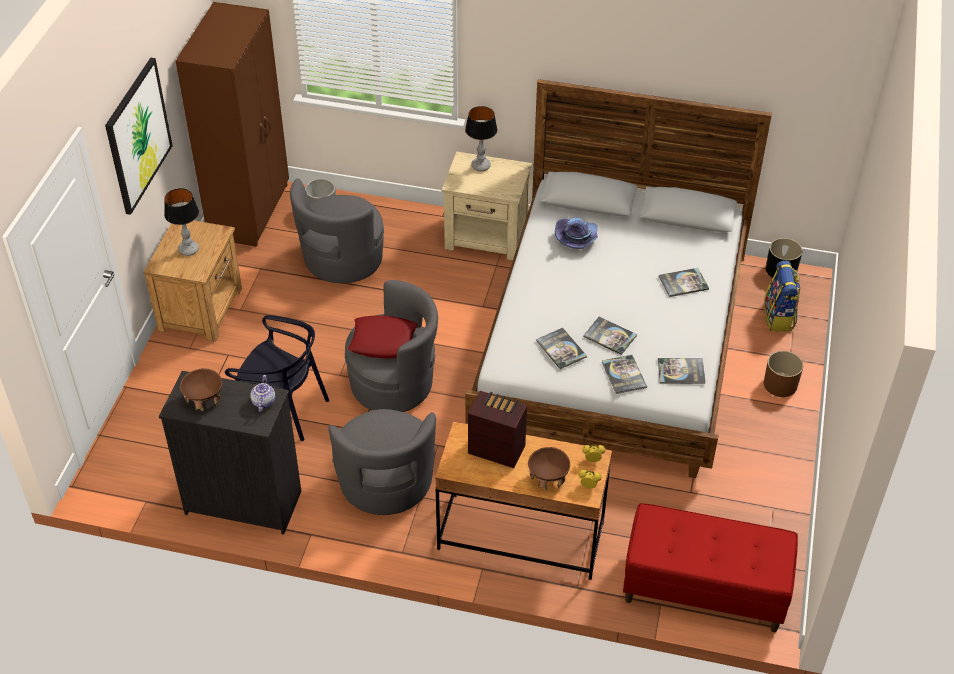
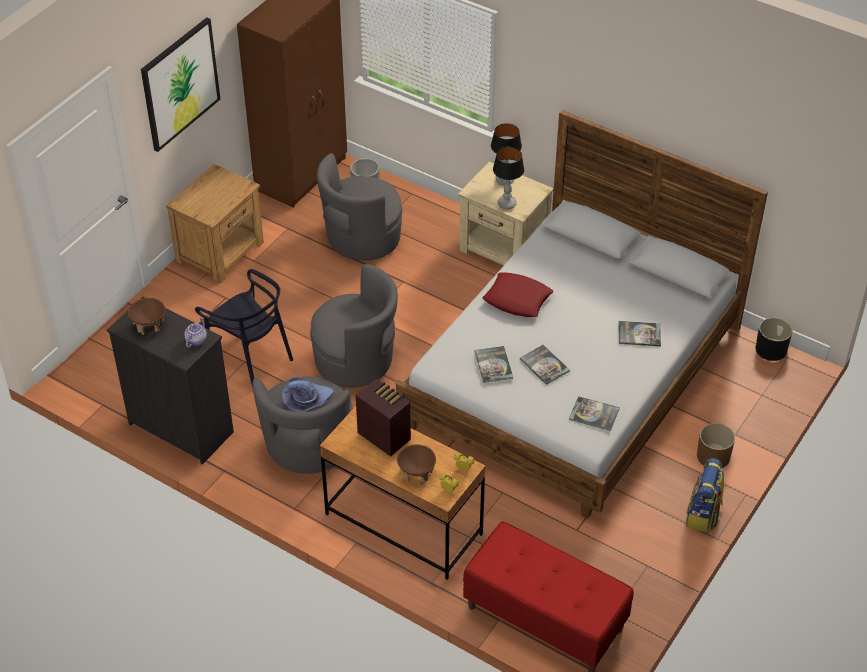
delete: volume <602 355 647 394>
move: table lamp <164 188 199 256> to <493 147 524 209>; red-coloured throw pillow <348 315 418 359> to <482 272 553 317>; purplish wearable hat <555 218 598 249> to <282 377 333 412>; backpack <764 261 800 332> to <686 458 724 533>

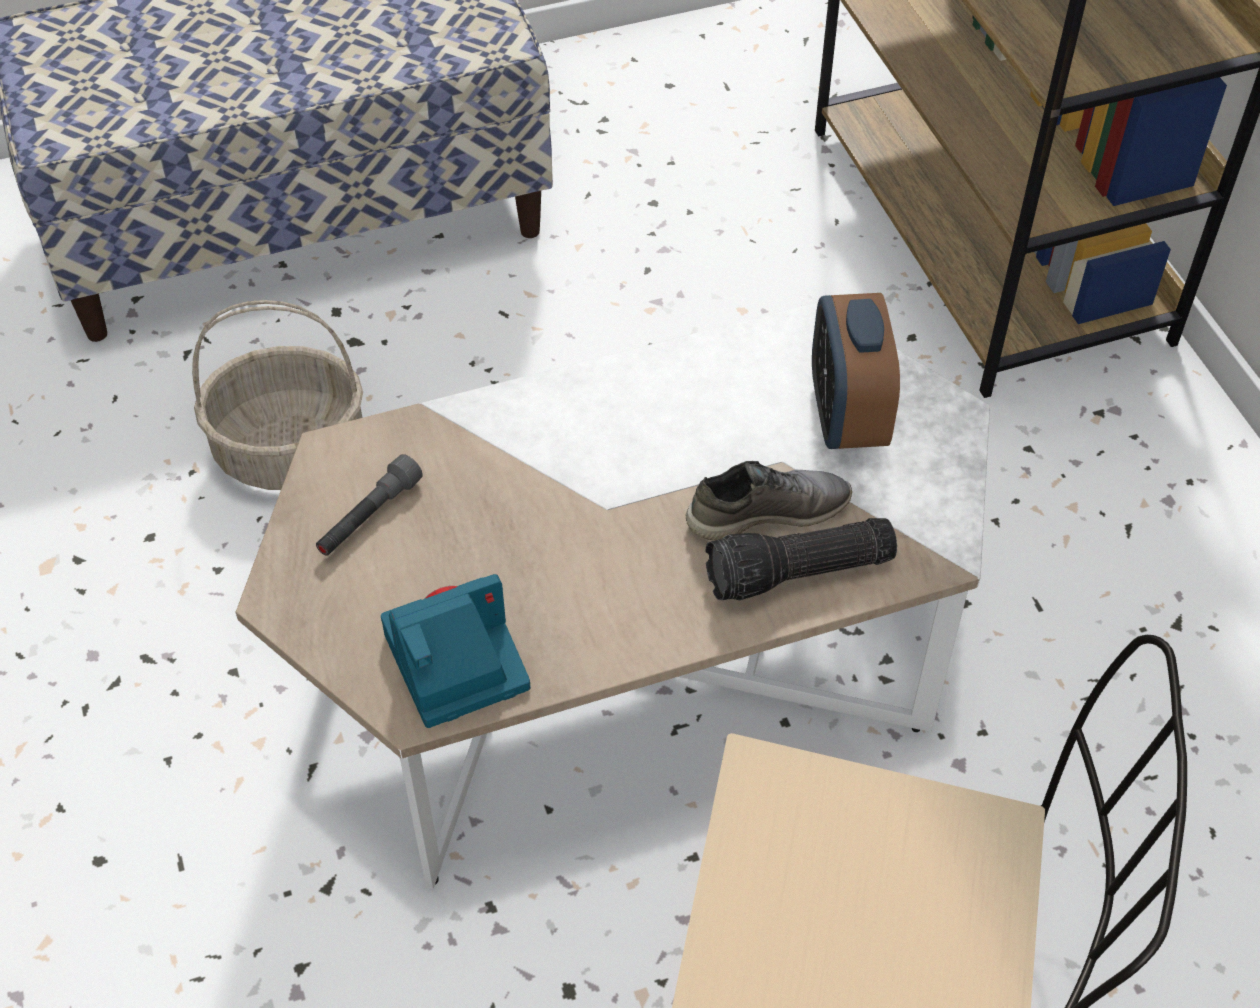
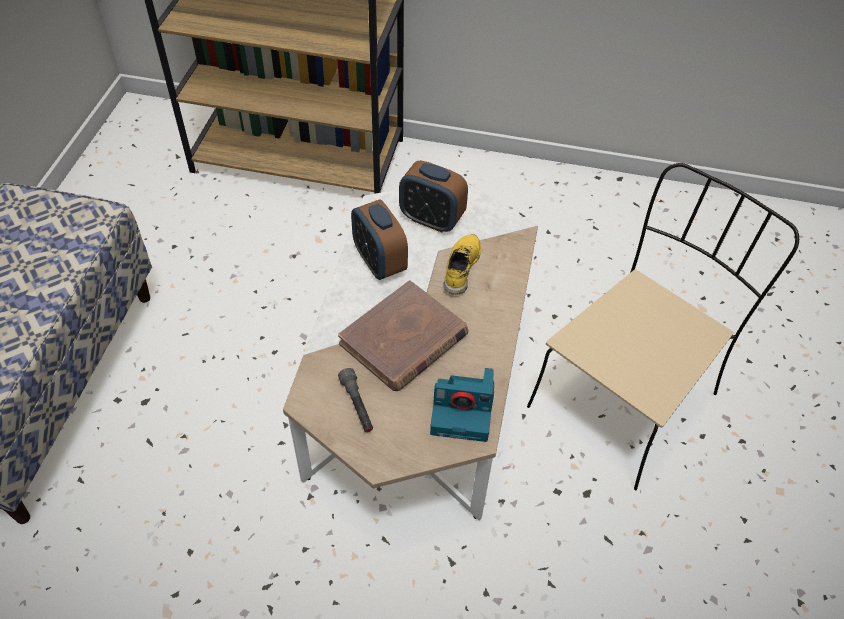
delete: household basket <192 300 363 490>; flashlight <705 518 897 601>
insert: brownish volume <338 280 468 391>; bedside clock <351 199 408 280>
recolor: gray item of footwear <686 461 852 540> to yellow item of footwear <443 234 481 295>
rotate: still camera <381 574 531 728> = <430 368 494 442> 90 degrees counterclockwise

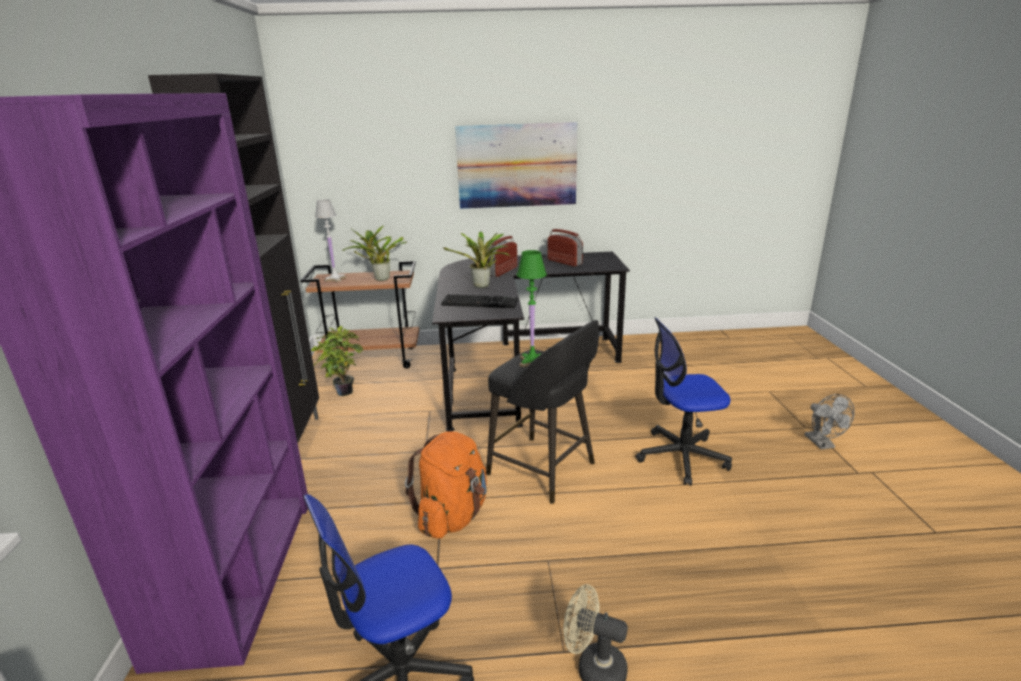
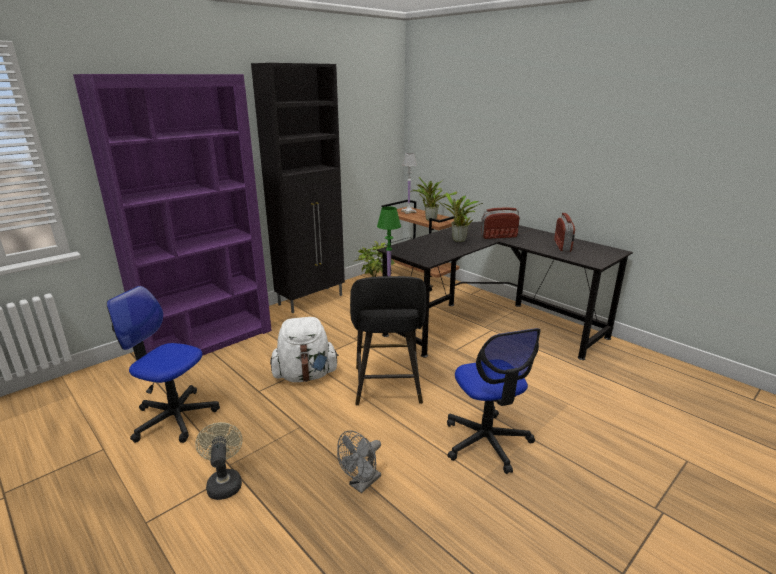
delete: PC keyboard <441 294 518 308>; wall art <455 122 577 209>
move: gray cooling fan <805 394 854 450> to <337 430 381 493>
recolor: orange-coloured backpack <405 431 487 539> to whitish backpack <270 317 339 382>
rotate: computer chair <636 317 732 486> = <447 328 541 474> 150 degrees counterclockwise

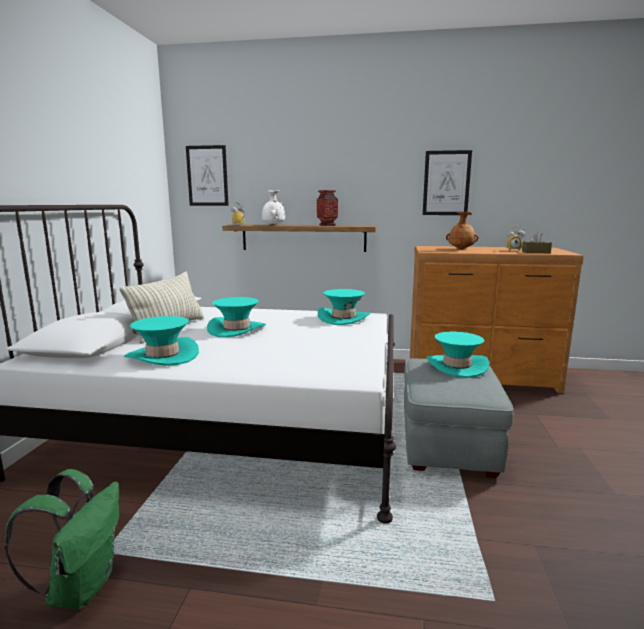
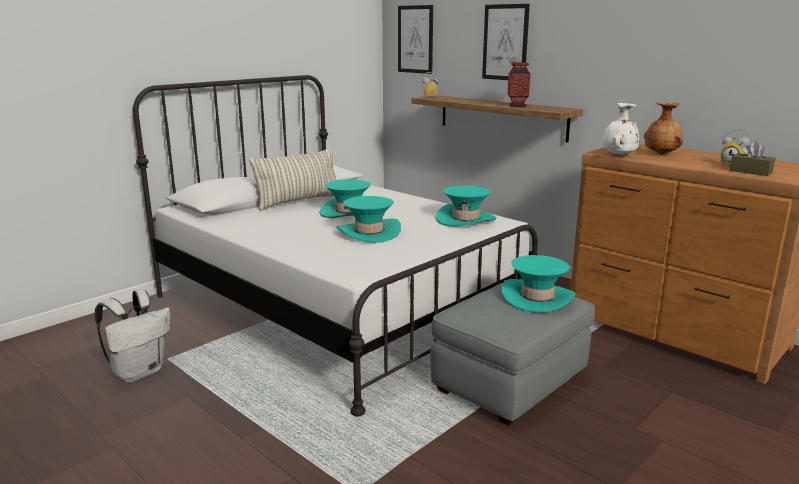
move: turquoise wearable hat <124 316 199 366> to <337 196 401 243>; whitish decorative vase <262 190 285 225> to <602 103 639 156>; wall art <423 150 472 215> to <482 4 530 80>
recolor: green-coloured backpack <5 469 119 609> to whitish backpack <95 289 170 382>

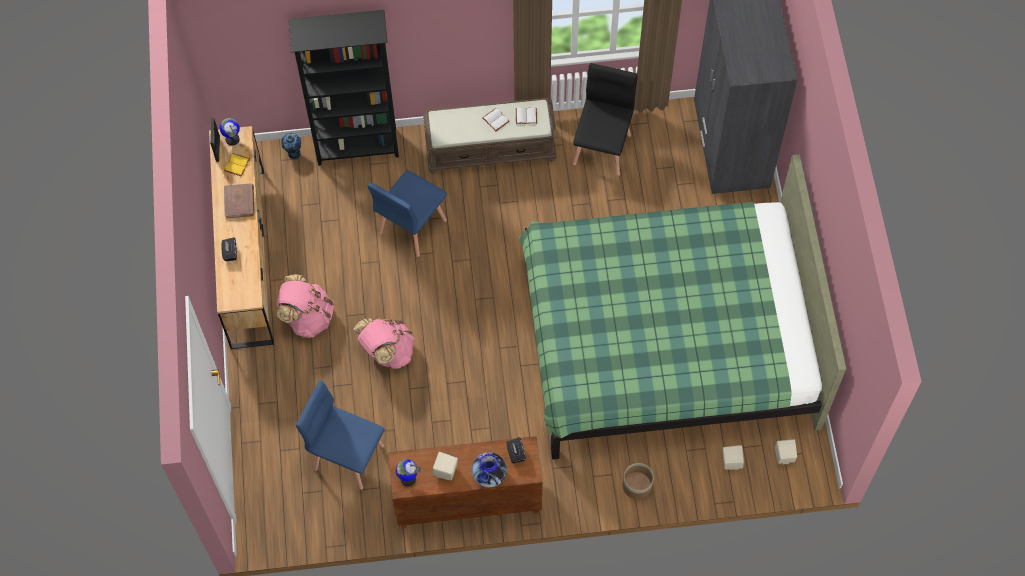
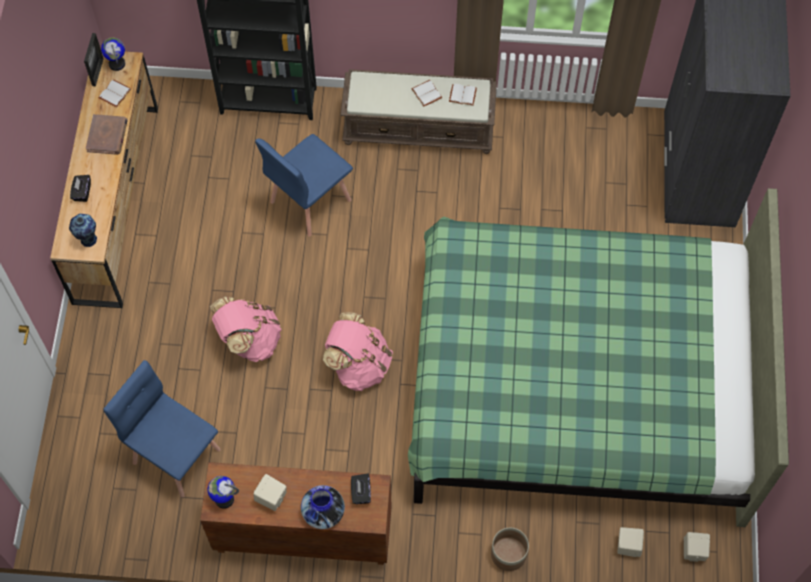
delete: black upright chair <573 63 638 175>
move: pinkish backpack <277 274 334 338> to <323 312 393 391>; decorative vase <281 133 301 159> to <69 214 97 247>
recolor: yellow volume <224 153 250 176> to whitish volume <99 80 131 107>

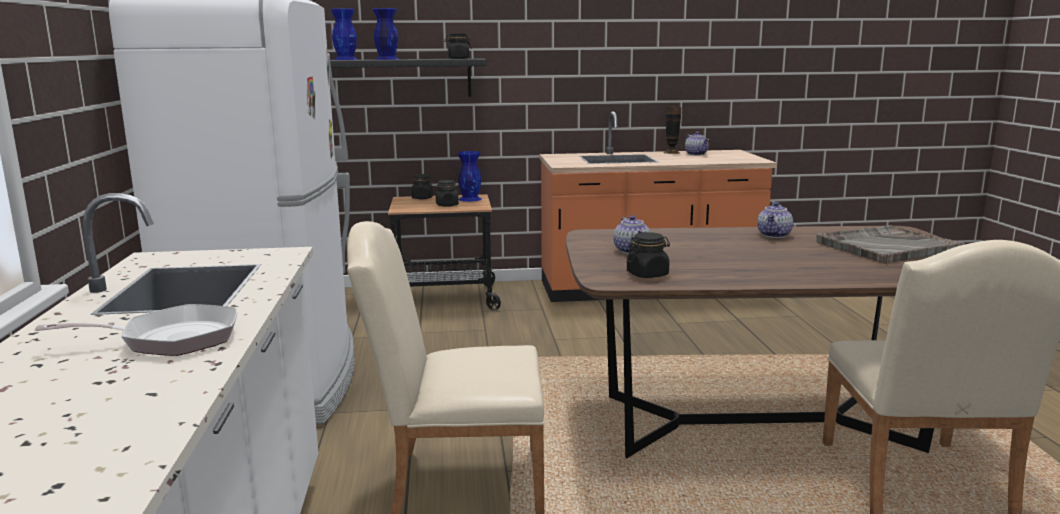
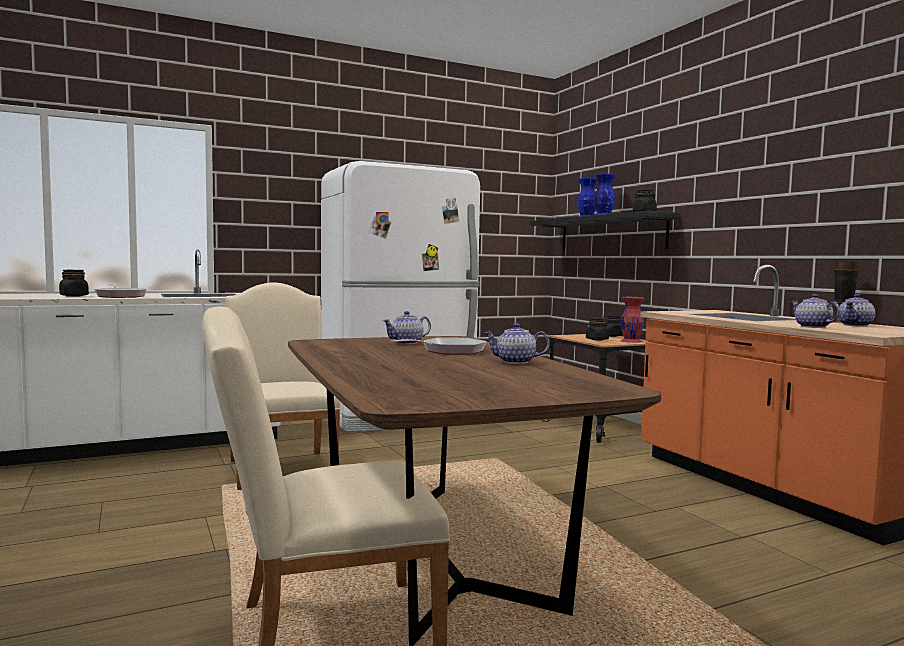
delete: gray tray <816 225 965 264>
insert: pan <391 338 487 355>; tea pot <791 294 841 328>
move: black jar <627 232 670 278> to <59 270 89 297>
recolor: bluish decorative vase <457 151 482 202> to red-coloured decorative vase <621 297 644 343>

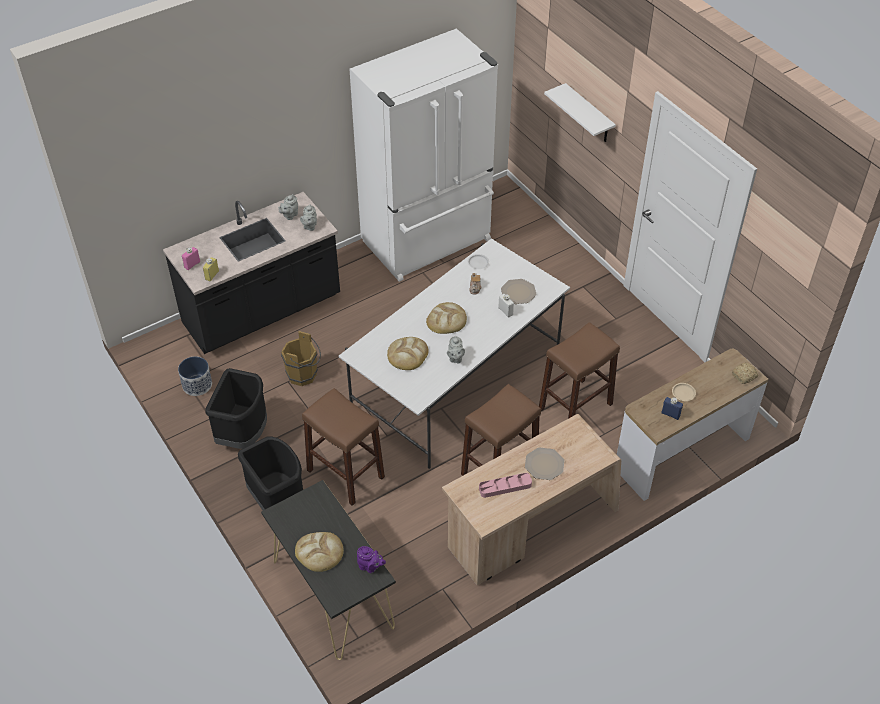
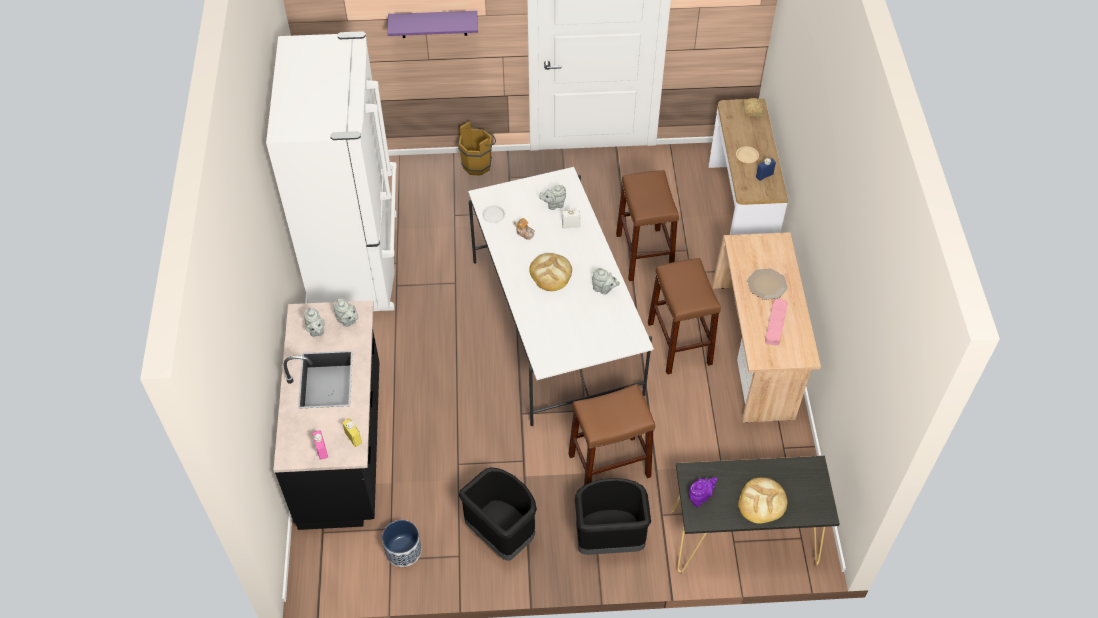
delete: baked bread <387 337 429 370>
move: brownish pail <281 331 321 386> to <458 121 496 176>; purplish tea pot <357 546 386 573> to <689 477 717 507>
replace: plate <501 279 536 304> to gray tea pot <539 185 566 210>
recolor: whitish wall shelf <544 83 616 142> to purplish wall shelf <388 11 478 38>

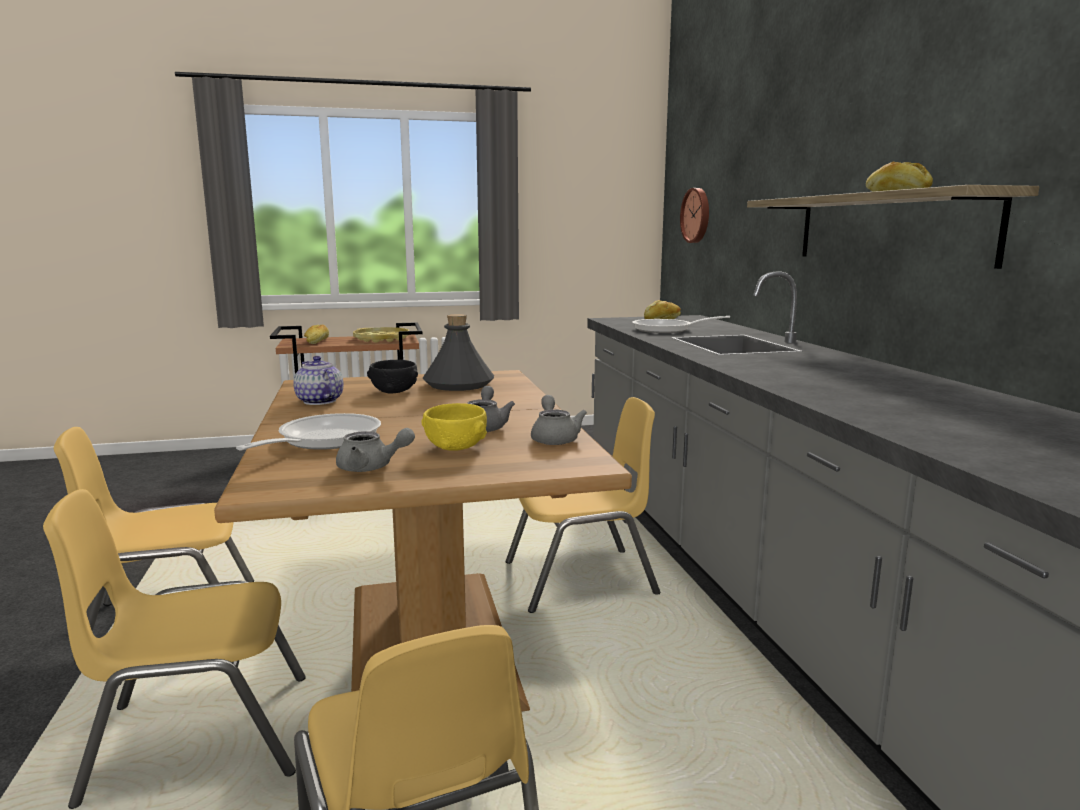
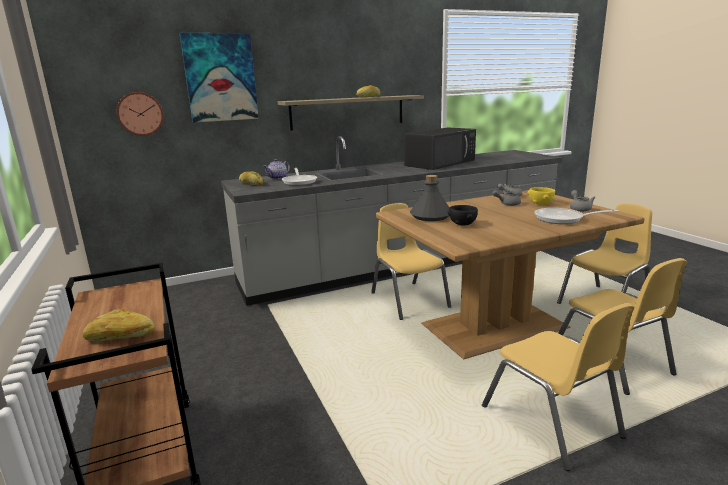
delete: yellow tray <353 327 409 343>
insert: wall art <180 33 259 123>; black microwave <404 127 476 170>
move: tea pot <293 356 343 405> to <263 159 290 179>

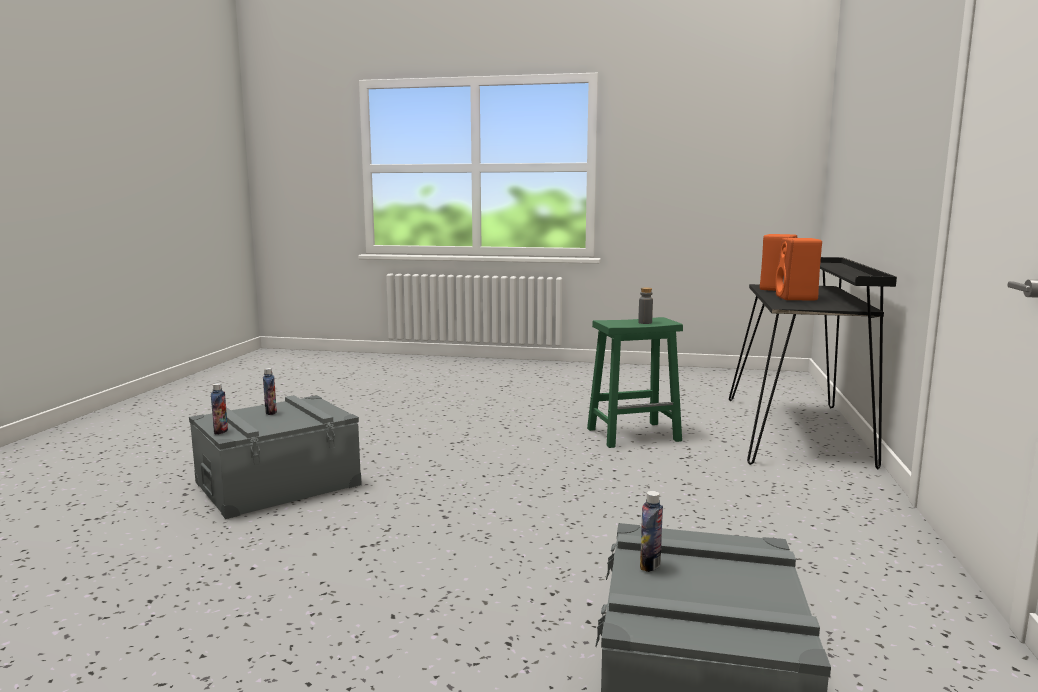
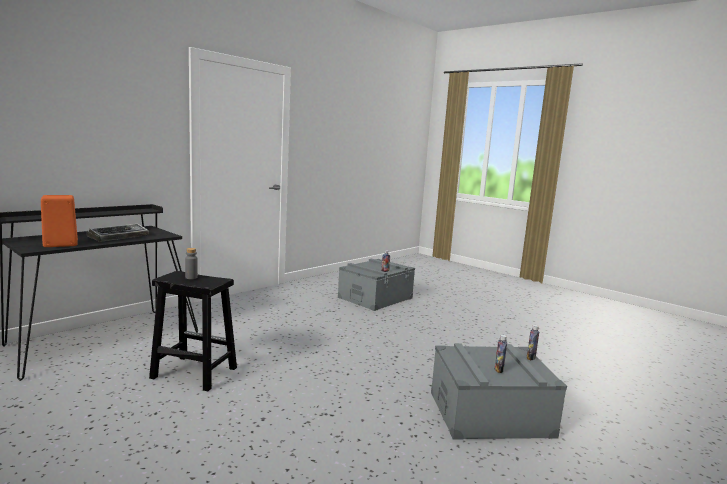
replace: orange-coloured loudspeaker <775 238 822 300> to PC keyboard <86 224 149 242>
recolor: green-coloured sitting stool <587 317 683 448> to black sitting stool <149 271 237 391>

